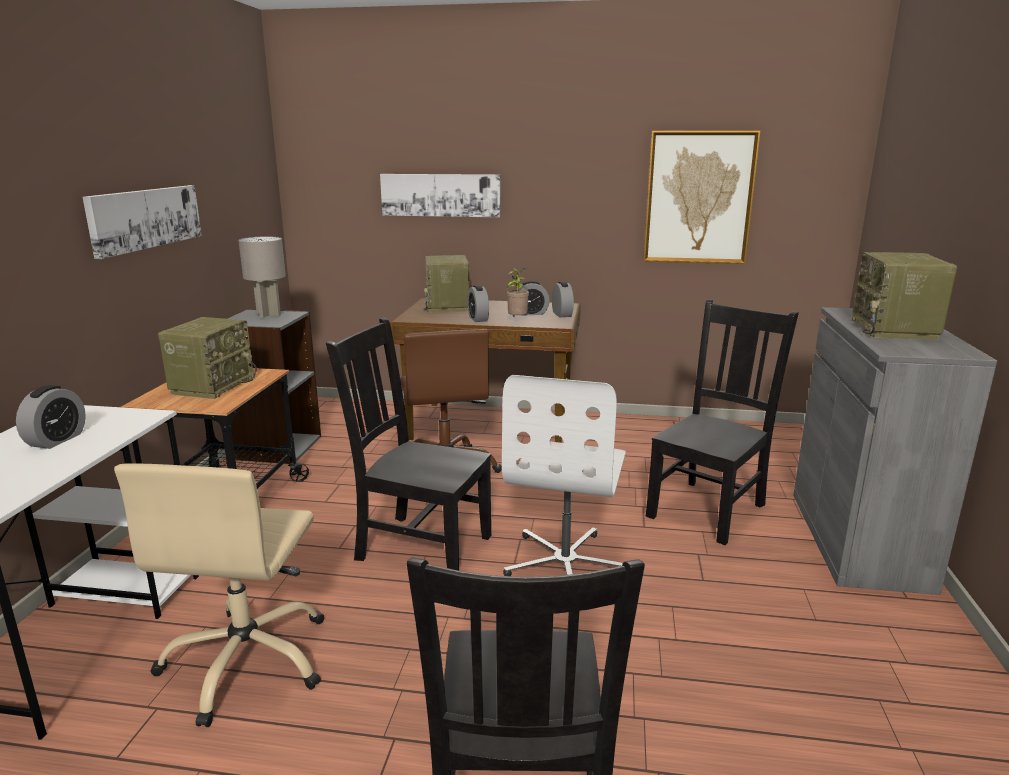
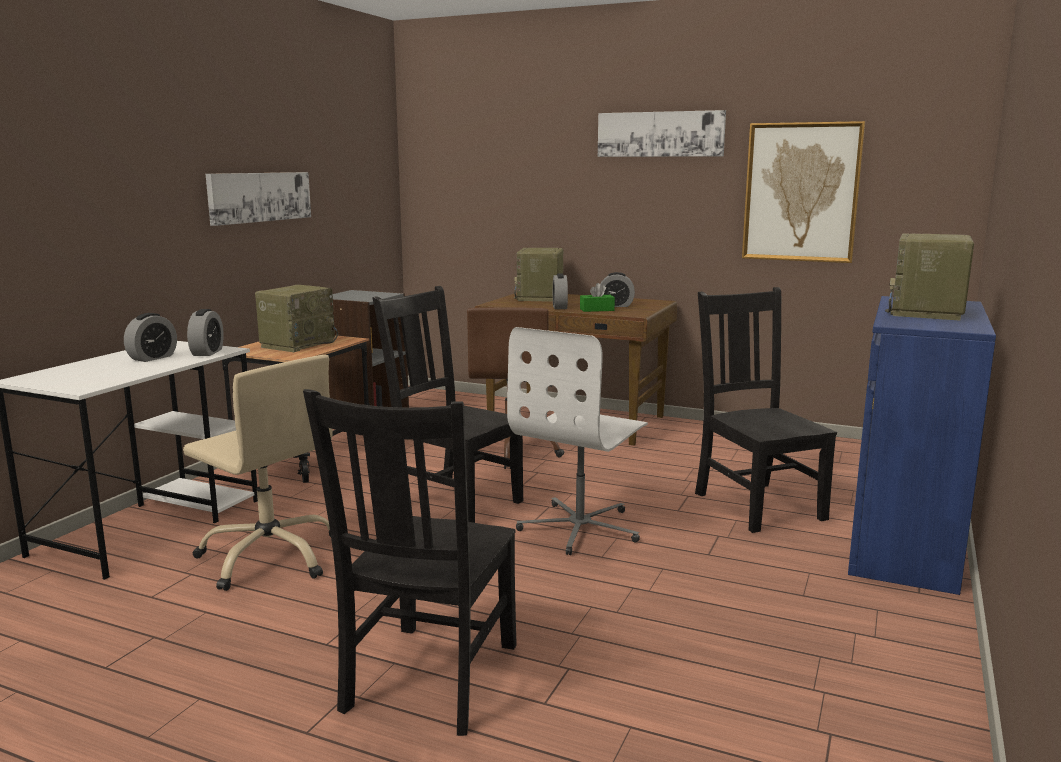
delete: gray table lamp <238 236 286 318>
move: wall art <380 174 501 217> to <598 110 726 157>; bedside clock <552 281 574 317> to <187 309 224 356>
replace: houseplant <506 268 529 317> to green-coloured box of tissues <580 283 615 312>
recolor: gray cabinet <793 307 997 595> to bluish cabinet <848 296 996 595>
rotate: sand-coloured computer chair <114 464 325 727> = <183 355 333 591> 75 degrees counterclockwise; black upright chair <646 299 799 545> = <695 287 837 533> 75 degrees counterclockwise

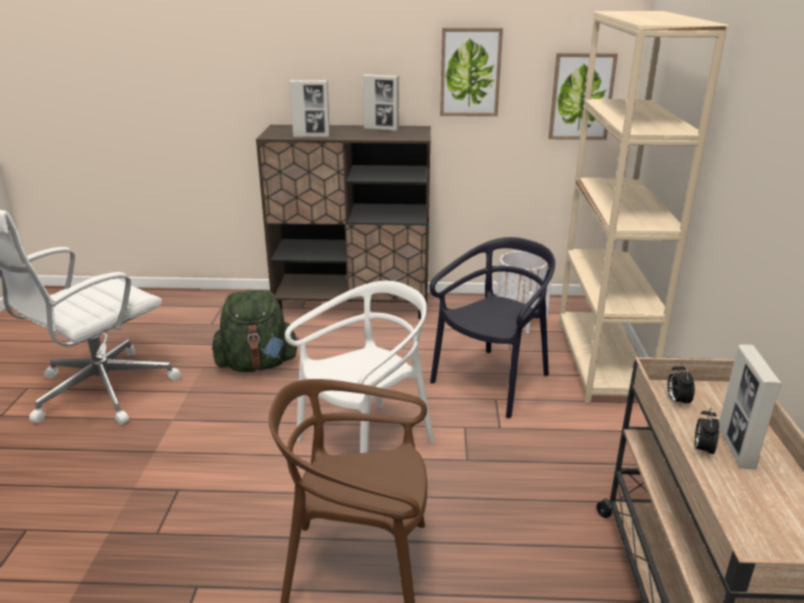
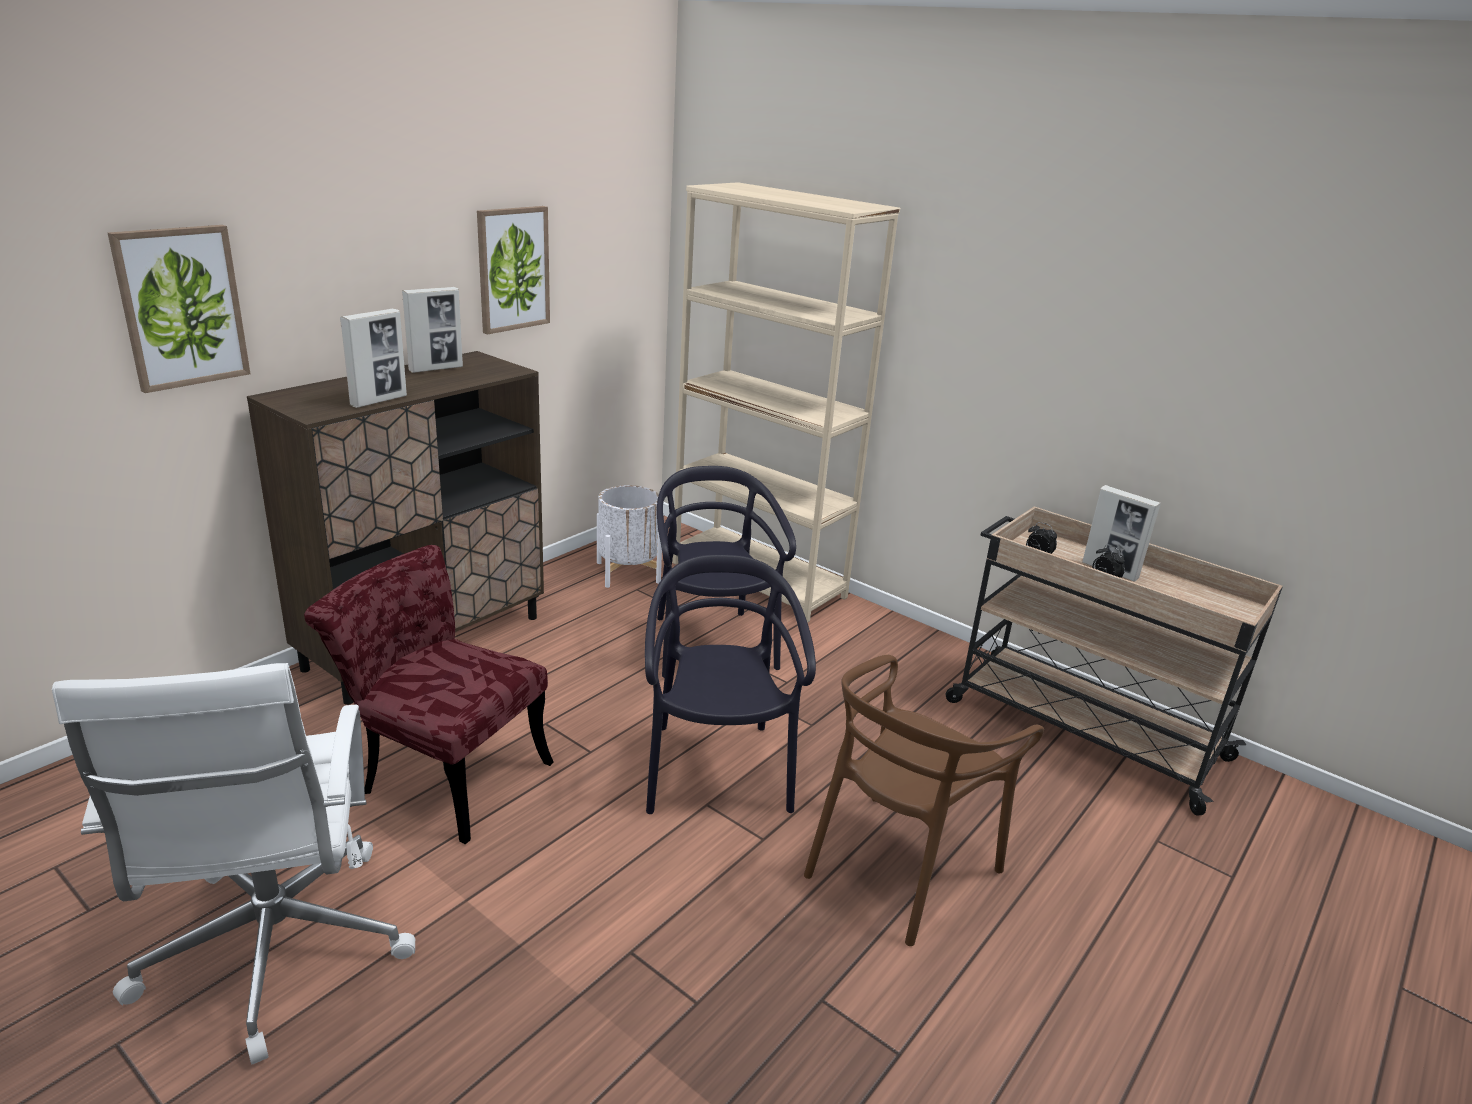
move: wall art <549 53 618 140> to <108 225 251 393>
replace: green-coloured backpack <212 290 299 372> to red-coloured upright chair <304 545 554 844>
recolor: whitish upright chair <285 281 434 453> to black upright chair <645 555 816 814>

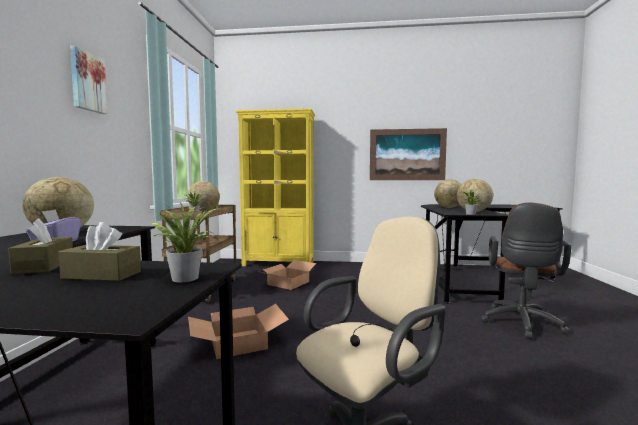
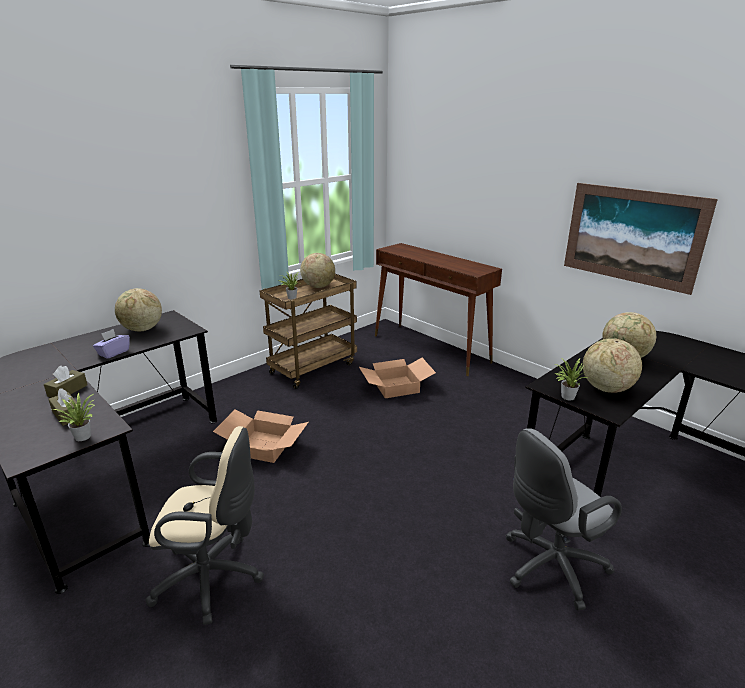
delete: wall art <70 46 108 114>
replace: yellow bookshelf <235 108 315 266> to brownish narrow table <375 243 502 376>
recolor: brownish computer chair <481 202 572 339> to gray computer chair <506 428 622 611>

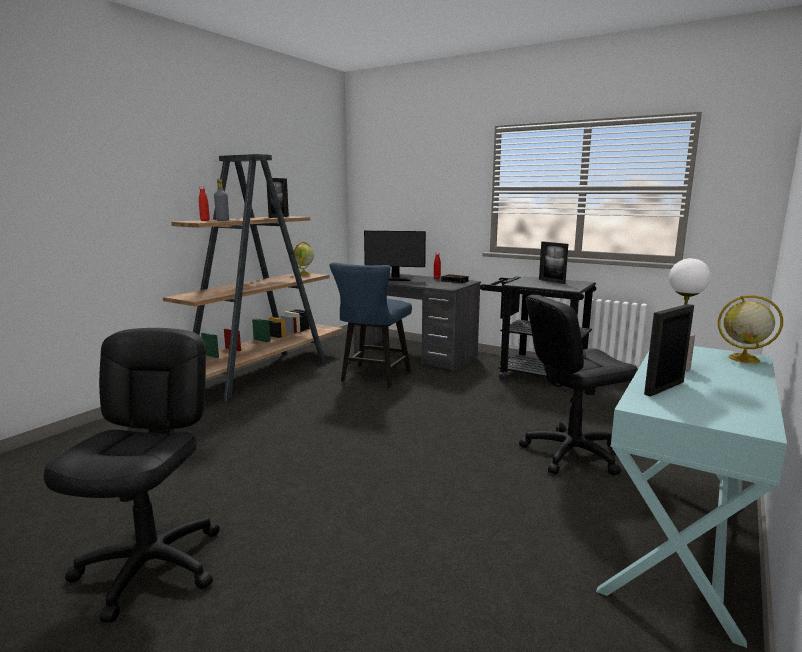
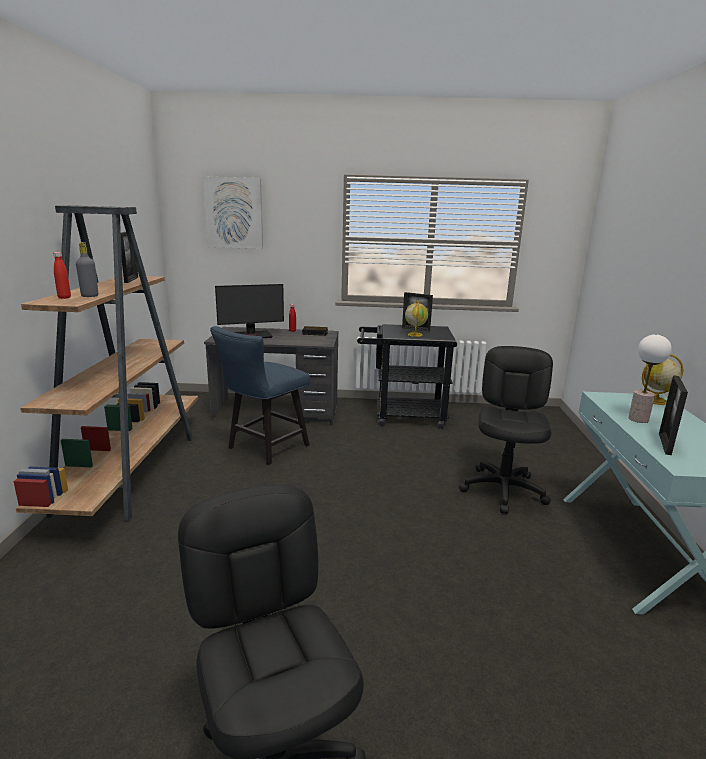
insert: wall art <203 176 263 249>
move: world globe <294 242 314 275> to <405 300 428 337>
rotate: bluish upright chair <330 262 412 388> = <210 326 310 465> 45 degrees clockwise; black computer chair <519 295 637 475> = <459 346 553 514> 150 degrees clockwise

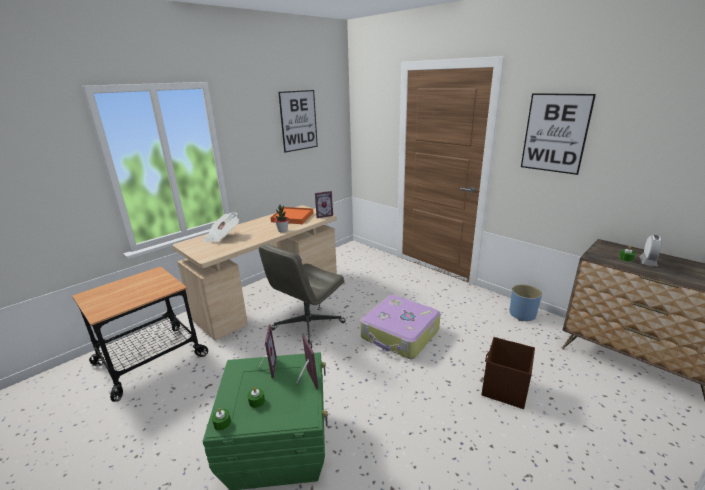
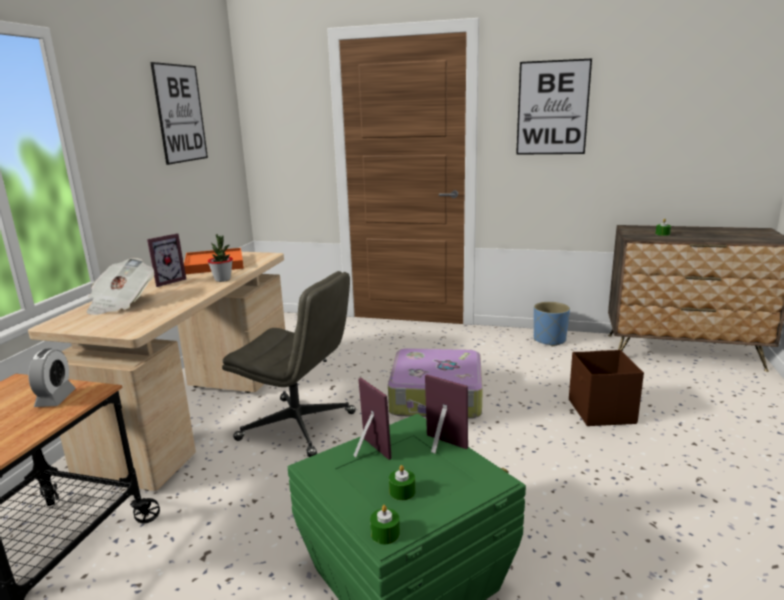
move: picture frame <315 191 333 218> to <147 233 186 287>; bedside clock <639 235 662 266> to <28 349 76 407>
rotate: gray computer chair <259 244 346 348> = <222 271 356 457> 75 degrees counterclockwise

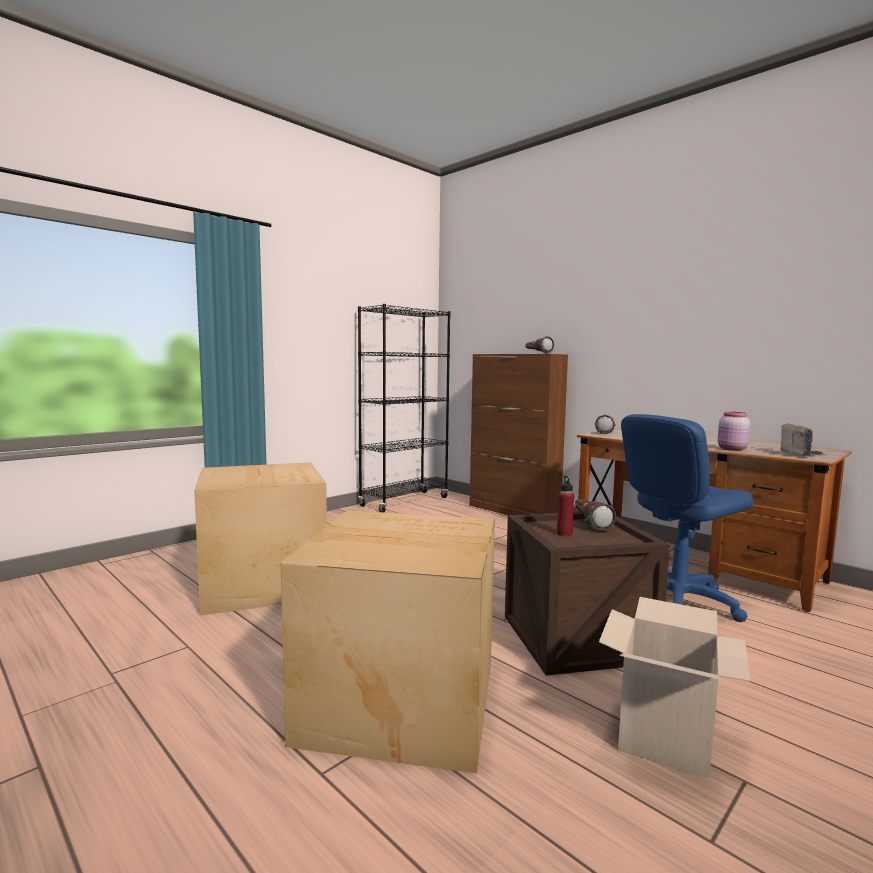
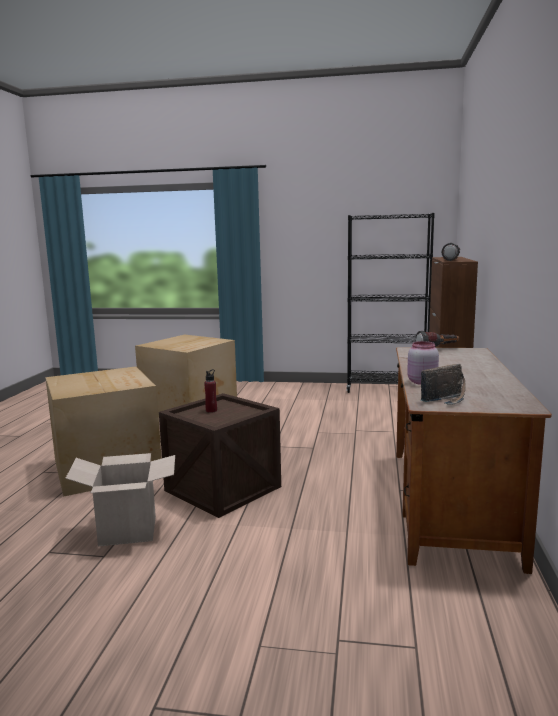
delete: flashlight <575 499 616 531>; bluish computer chair <621 414 753 622>

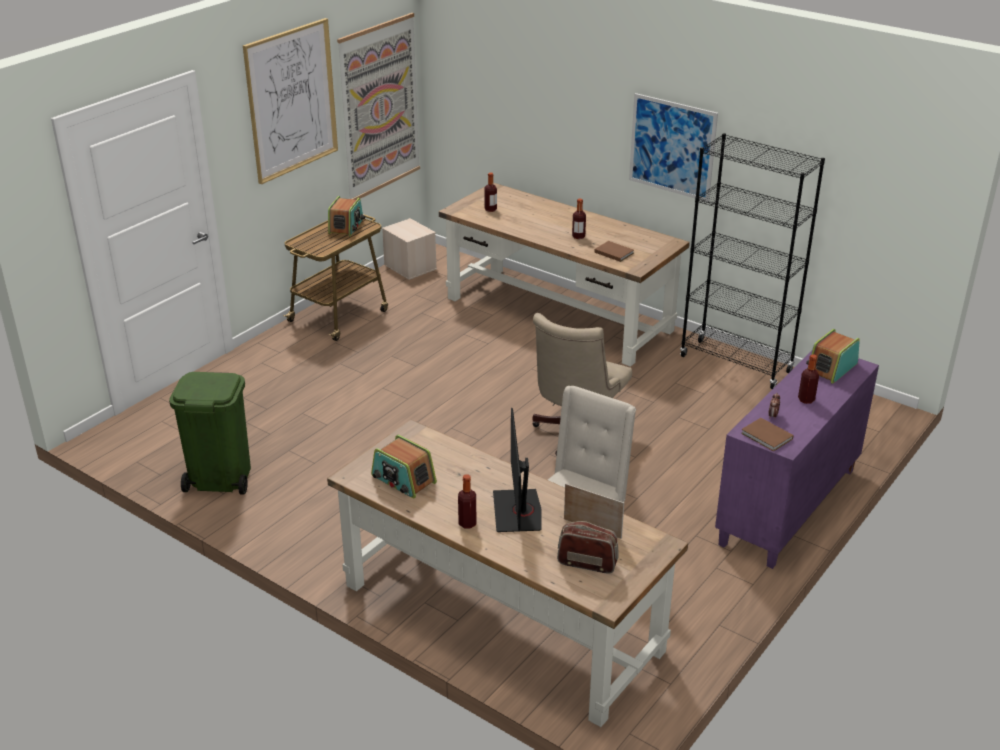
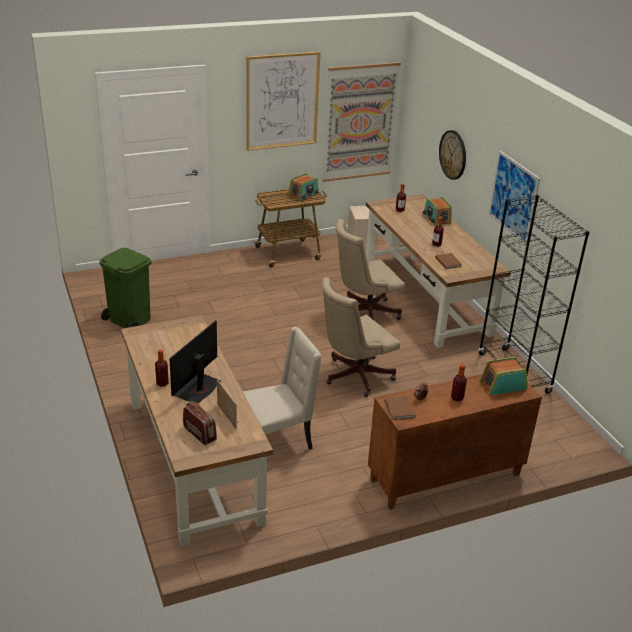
insert: sand-coloured computer chair <336 219 405 320>; wall clock <439 130 466 180>
move: radio receiver <371 435 437 498> to <423 197 452 226>
recolor: purplish cabinet <715 351 879 569> to brownish cabinet <368 374 542 510>

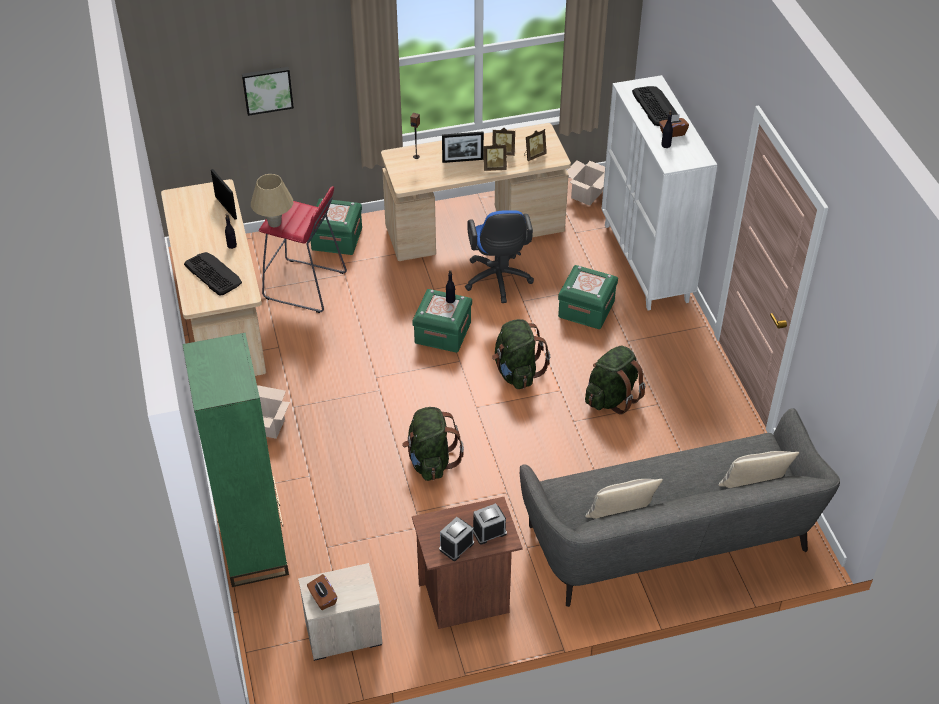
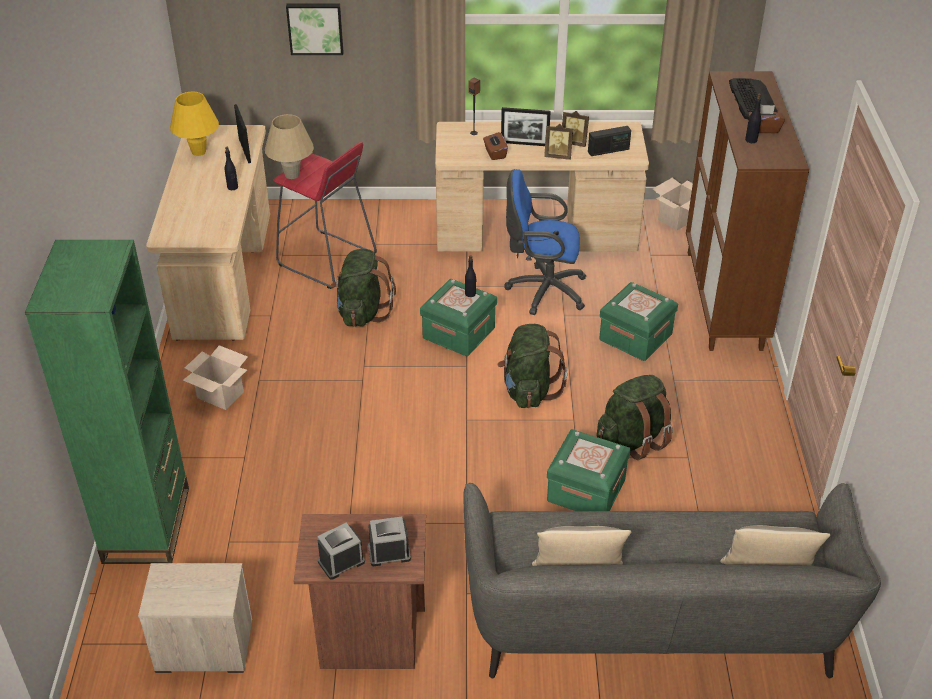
delete: PC keyboard <184 252 242 296>
insert: yellow table lamp <170 92 219 156>
move: brownish box of tissues <307 574 337 610> to <483 132 508 160>; green-coloured storage container <311 199 362 255> to <547 429 631 511>; green-coloured backpack <402 407 464 481> to <331 249 396 327>
replace: picture frame <524 129 546 161> to radio receiver <588 126 631 156>
recolor: whitish cabinet <601 75 717 310> to brownish cabinet <686 71 809 351>
rotate: bluish computer chair <465 210 534 303> = <504 169 587 315> 90 degrees clockwise

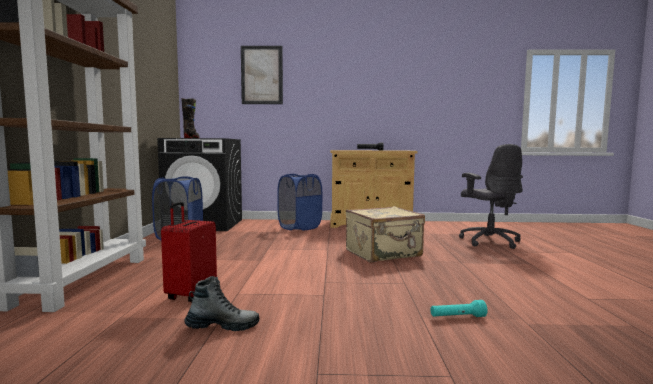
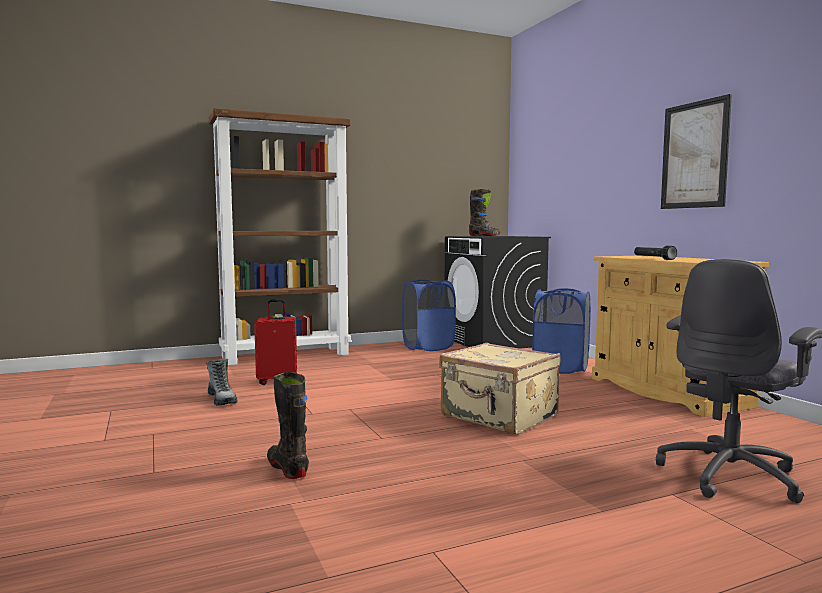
move: wall art <241 46 283 104> to <661 94 732 209>
replace: turquoise flashlight <430 300 488 317> to black boot <267 372 309 479>

